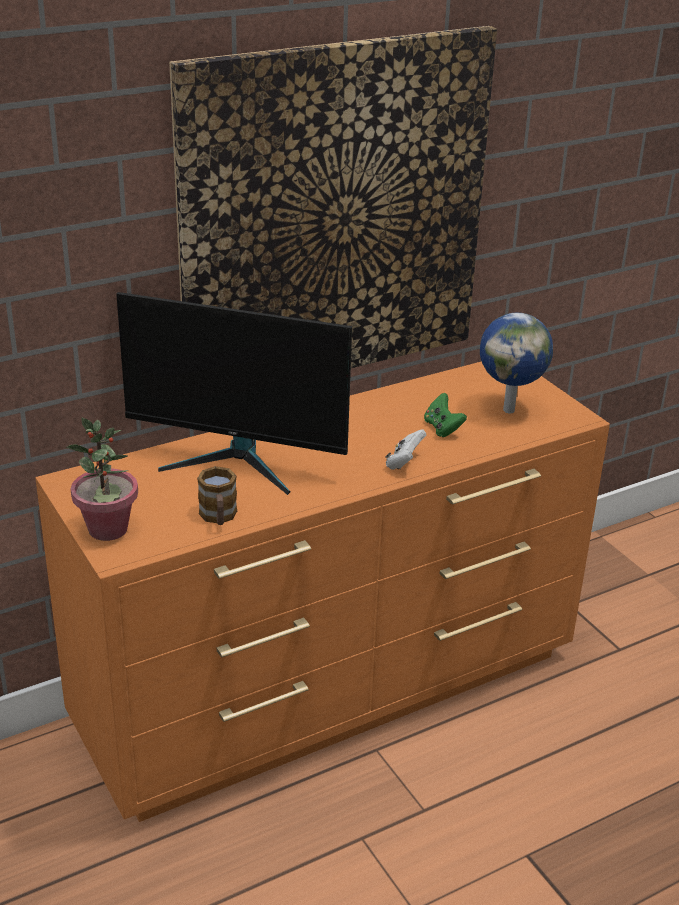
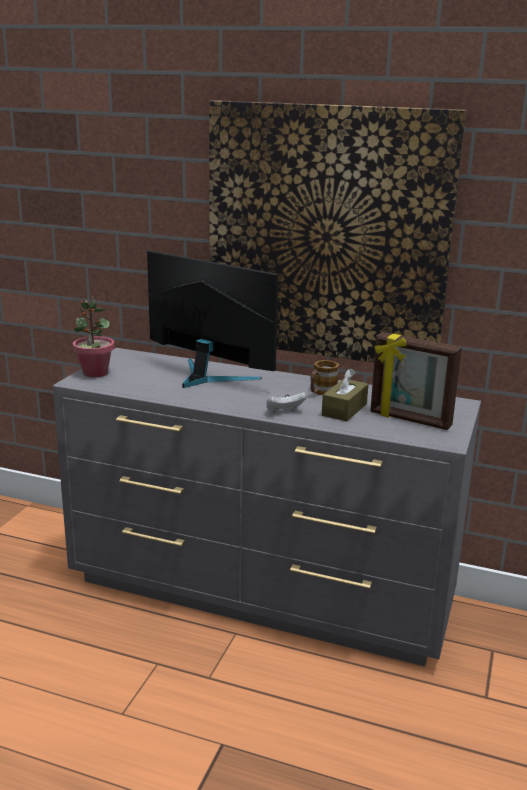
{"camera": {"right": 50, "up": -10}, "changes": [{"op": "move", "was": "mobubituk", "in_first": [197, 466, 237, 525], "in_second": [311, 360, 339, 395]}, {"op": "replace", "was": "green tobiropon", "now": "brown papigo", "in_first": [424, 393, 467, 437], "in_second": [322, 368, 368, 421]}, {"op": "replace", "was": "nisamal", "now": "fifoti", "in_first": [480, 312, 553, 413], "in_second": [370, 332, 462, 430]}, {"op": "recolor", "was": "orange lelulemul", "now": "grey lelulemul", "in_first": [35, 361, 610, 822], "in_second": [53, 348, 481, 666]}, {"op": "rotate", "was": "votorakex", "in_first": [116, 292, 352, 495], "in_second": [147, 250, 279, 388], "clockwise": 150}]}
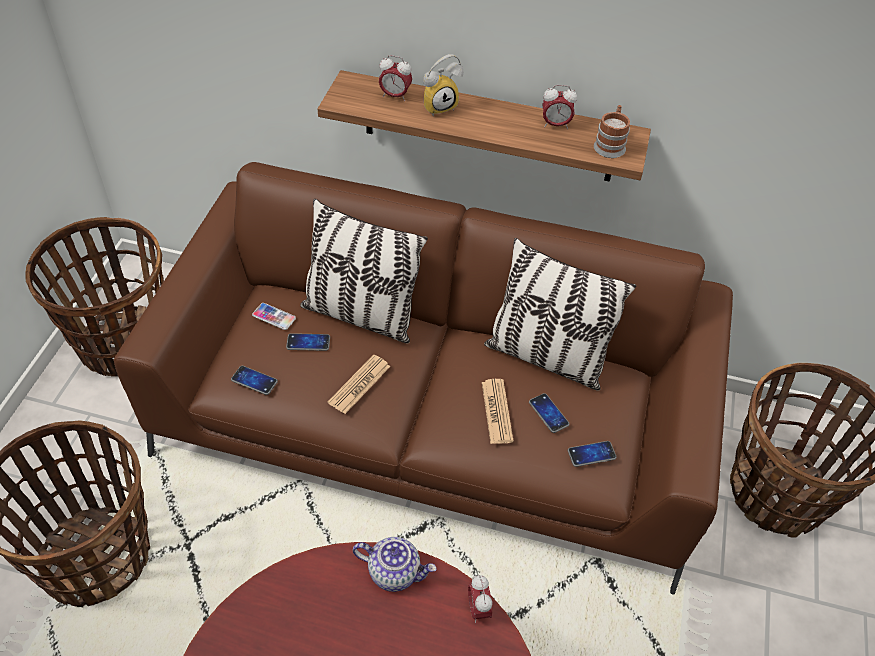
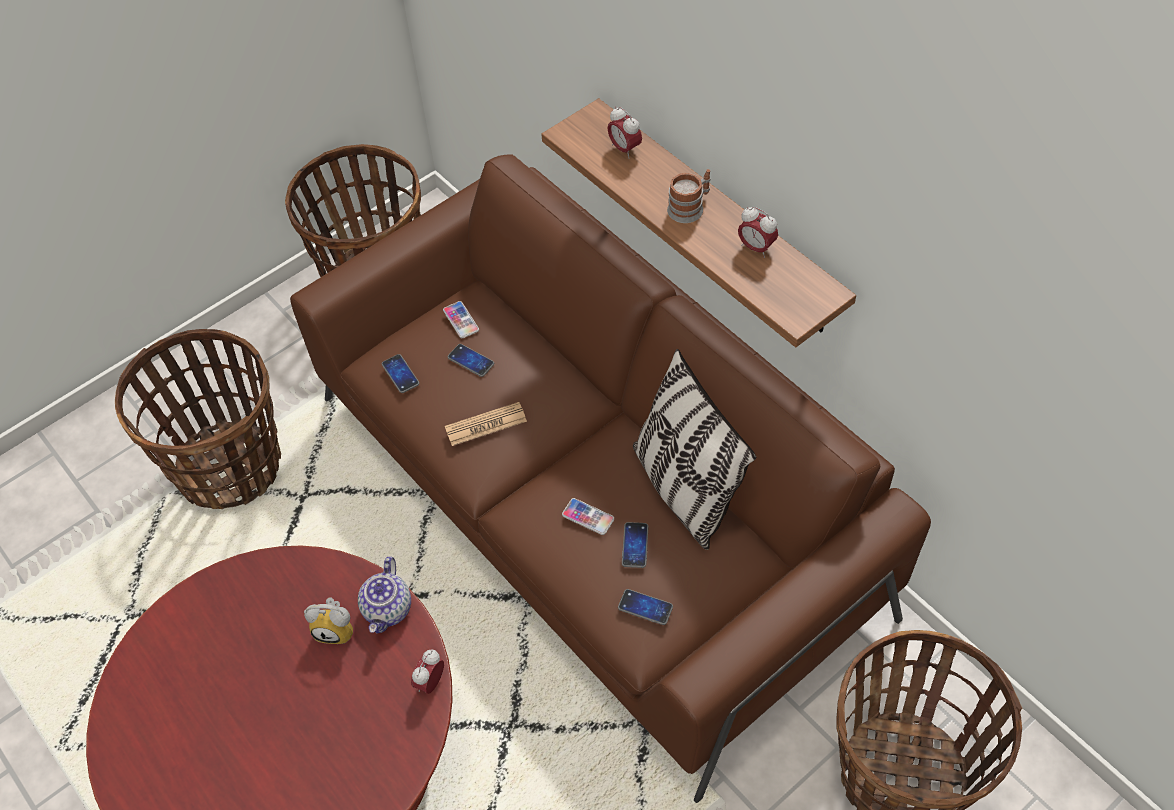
{"camera": {"right": 40, "up": 5}, "changes": [{"op": "delete", "was": "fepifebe", "in_first": [300, 199, 428, 343]}, {"op": "move", "was": "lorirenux", "in_first": [423, 54, 464, 117], "in_second": [304, 597, 353, 644]}, {"op": "move", "was": "mobubituk", "in_first": [594, 105, 630, 158], "in_second": [667, 169, 710, 223]}, {"op": "replace", "was": "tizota", "now": "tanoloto", "in_first": [482, 379, 514, 444], "in_second": [562, 498, 614, 535]}, {"op": "rotate", "was": "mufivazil", "in_first": [353, 537, 437, 592], "in_second": [358, 557, 411, 634], "clockwise": 45}]}
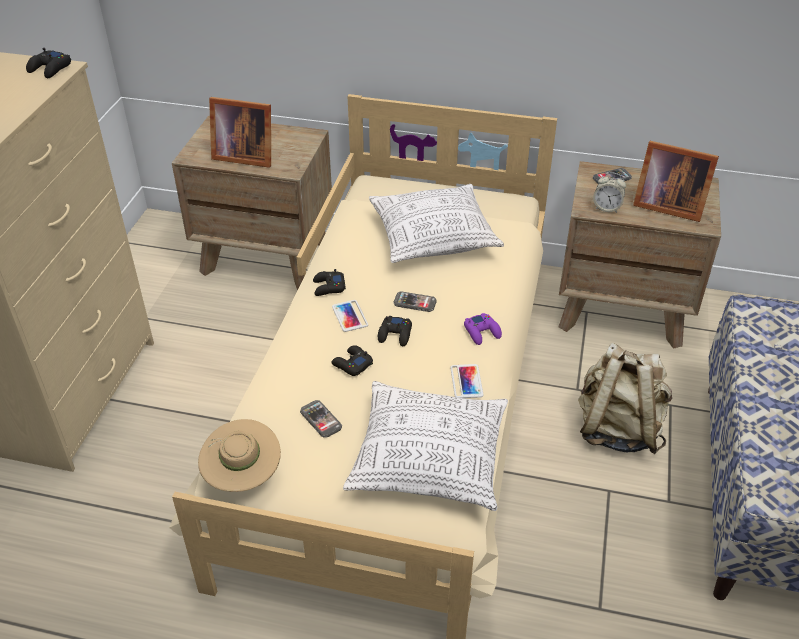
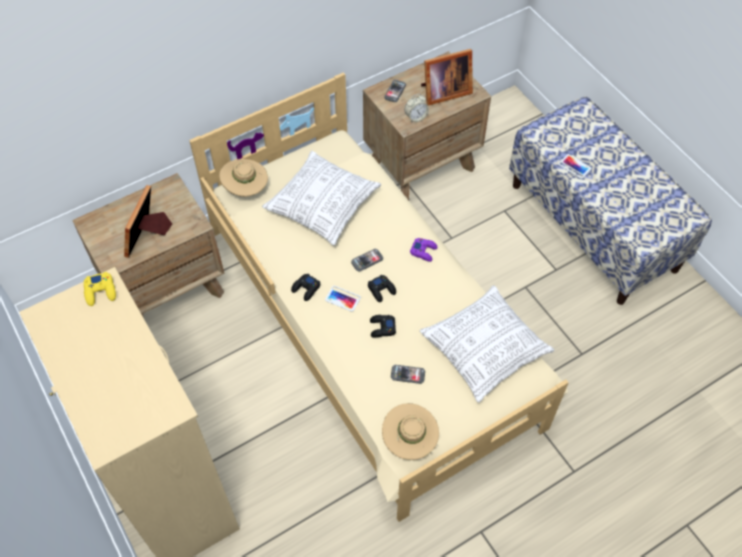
{"camera": {"right": -45, "up": 15}, "changes": [{"op": "delete", "was": "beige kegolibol", "in_first": [578, 343, 672, 454]}, {"op": "insert", "now": "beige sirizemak", "in_second": [219, 159, 268, 197]}, {"op": "move", "was": "tanoloto", "in_first": [450, 364, 484, 398], "in_second": [558, 154, 592, 179]}, {"op": "recolor", "was": "black tobiropon", "now": "yellow tobiropon", "in_first": [26, 48, 71, 78], "in_second": [84, 272, 116, 306]}, {"op": "rotate", "was": "fifoti", "in_first": [209, 97, 271, 168], "in_second": [124, 185, 172, 258], "clockwise": 135}]}
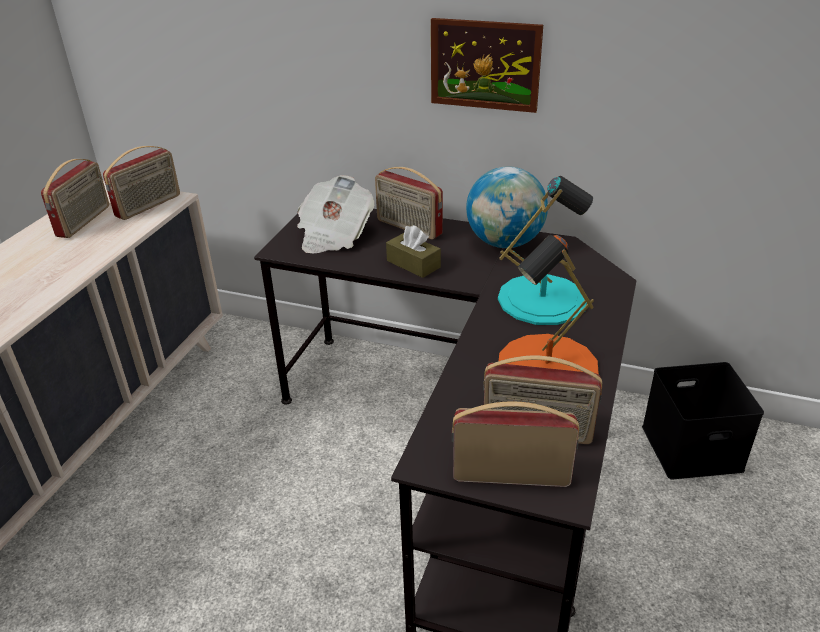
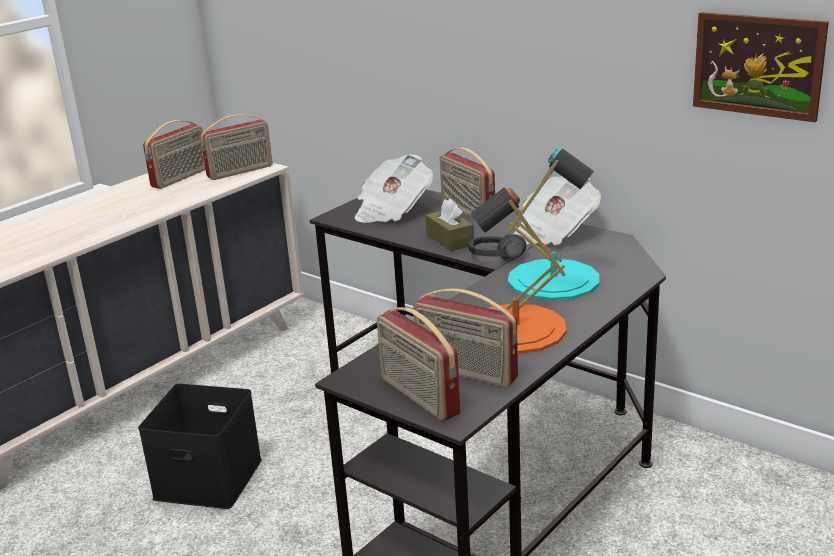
{"camera": {"right": 20, "up": -10}, "changes": [{"op": "insert", "now": "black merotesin", "in_second": [468, 234, 526, 261]}, {"op": "move", "was": "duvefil", "in_first": [431, 18, 543, 113], "in_second": [693, 12, 829, 122]}, {"op": "move", "was": "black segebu", "in_first": [642, 362, 764, 479], "in_second": [138, 383, 262, 509]}, {"op": "replace", "was": "nisamal", "now": "tizota", "in_first": [466, 166, 548, 248], "in_second": [514, 176, 601, 245]}, {"op": "rotate", "was": "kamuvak", "in_first": [452, 401, 579, 487], "in_second": [377, 307, 460, 421], "clockwise": -150}]}
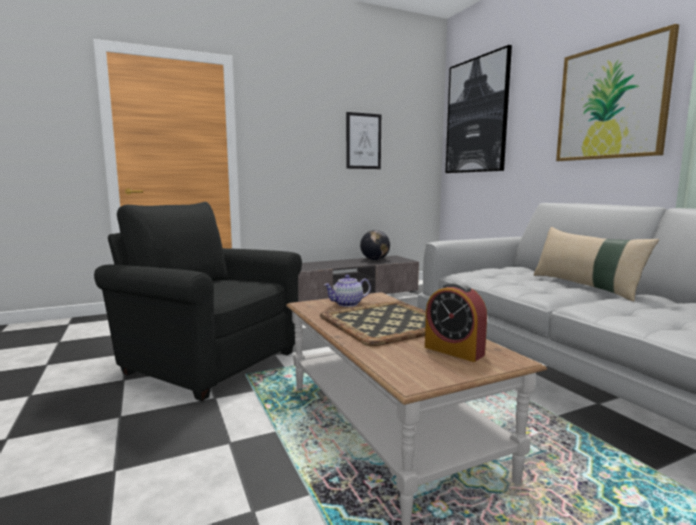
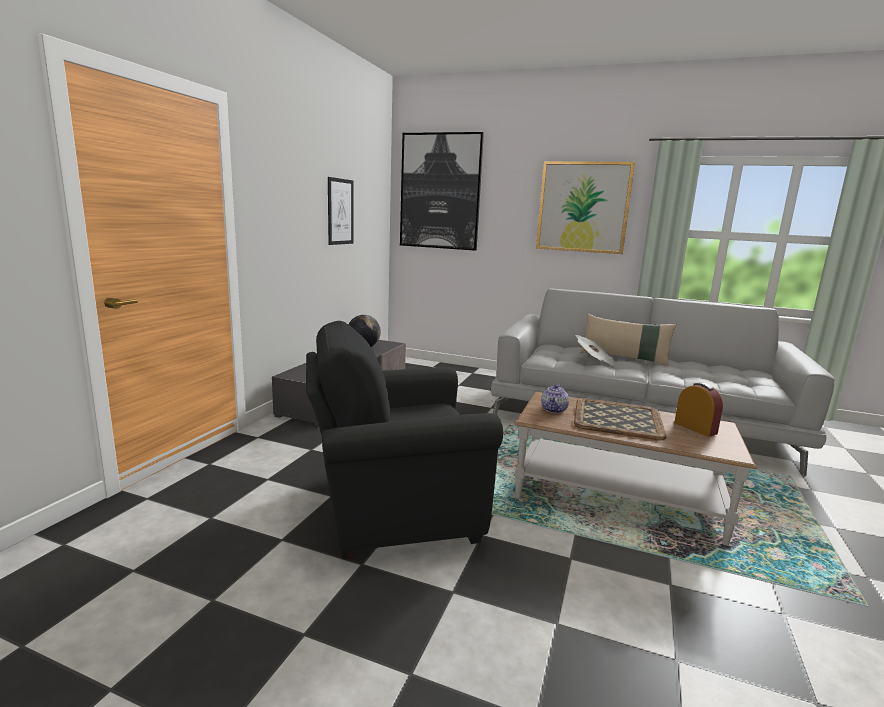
{"camera": {"right": -45, "up": 5}, "changes": [{"op": "insert", "now": "tizota", "in_second": [575, 335, 616, 367]}, {"op": "rotate", "was": "lorirenux", "in_first": [425, 282, 487, 362], "in_second": [674, 382, 723, 437], "clockwise": -120}]}
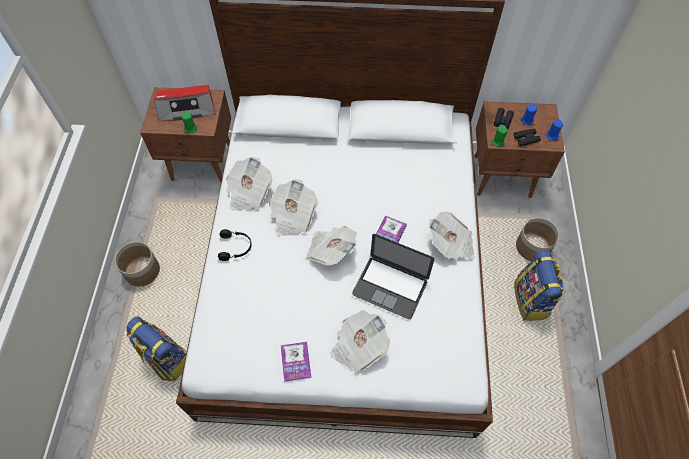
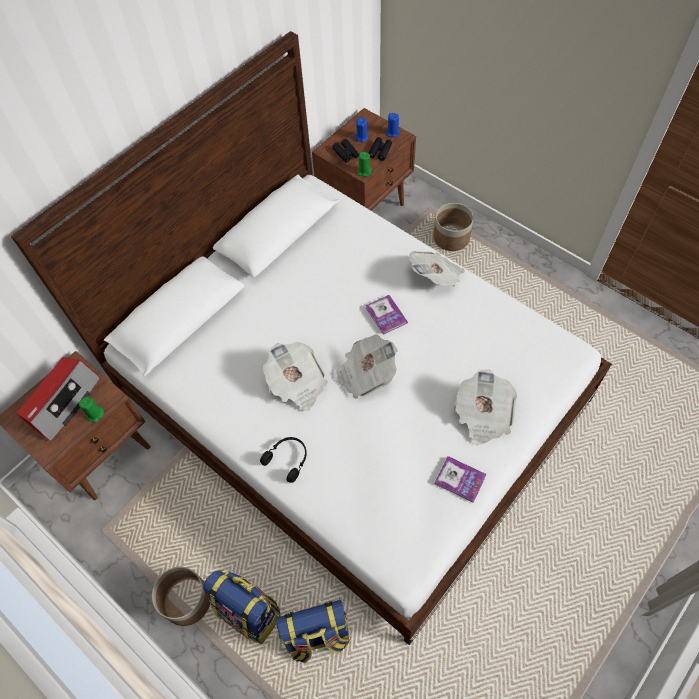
{"camera": {"right": -50, "up": 0}, "changes": [{"op": "delete", "was": "tizota", "in_first": [226, 157, 272, 211]}, {"op": "delete", "was": "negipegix", "in_first": [352, 234, 434, 319]}, {"op": "move", "was": "kegolibol", "in_first": [514, 251, 563, 321], "in_second": [203, 569, 280, 644]}]}
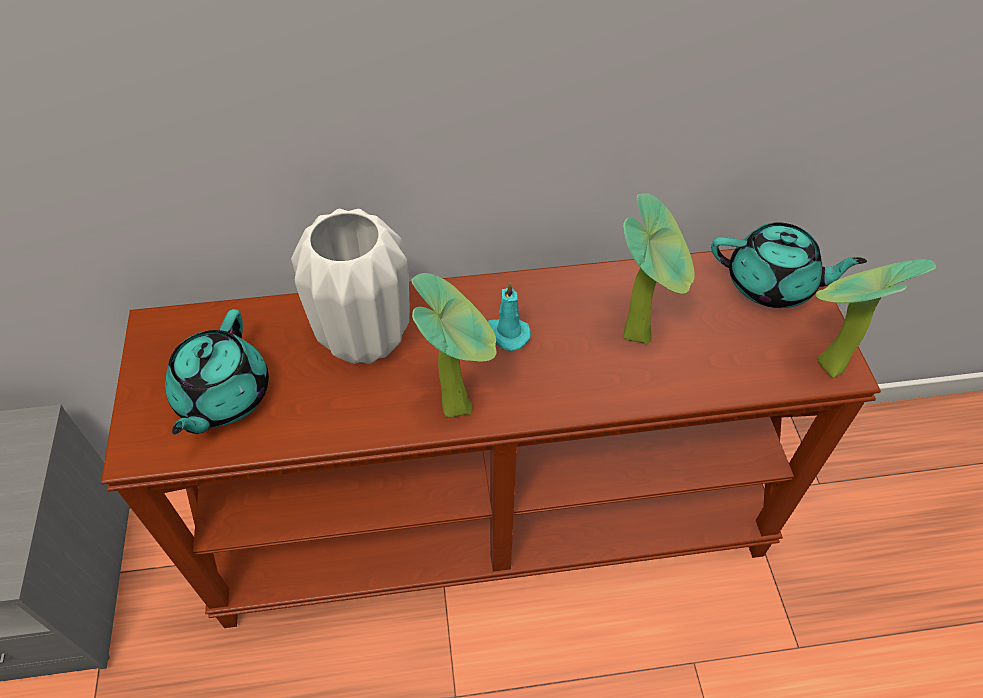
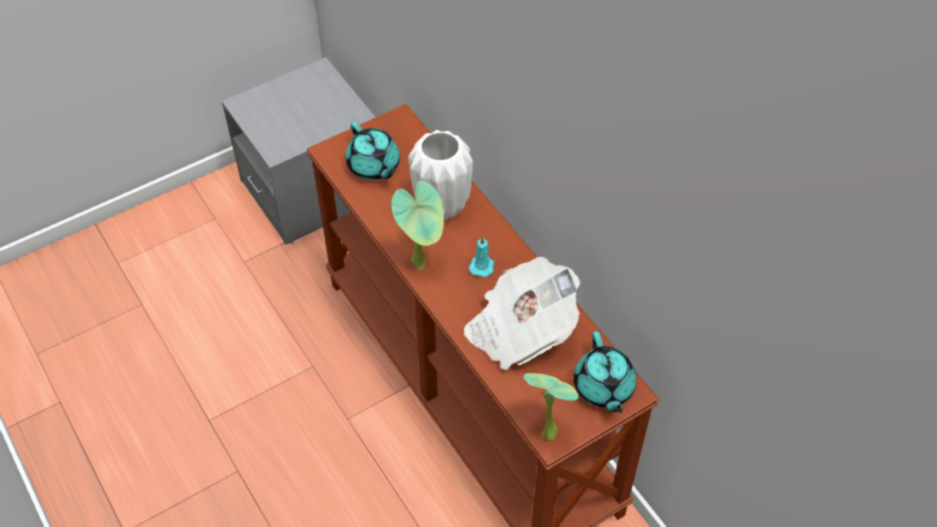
{"camera": {"right": 65, "up": 0}, "changes": [{"op": "replace", "was": "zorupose", "now": "tizota", "in_first": [623, 193, 695, 345], "in_second": [464, 257, 580, 370]}, {"op": "rotate", "was": "turquoise mufivazil", "in_first": [165, 309, 269, 435], "in_second": [345, 122, 400, 180], "clockwise": -105}]}
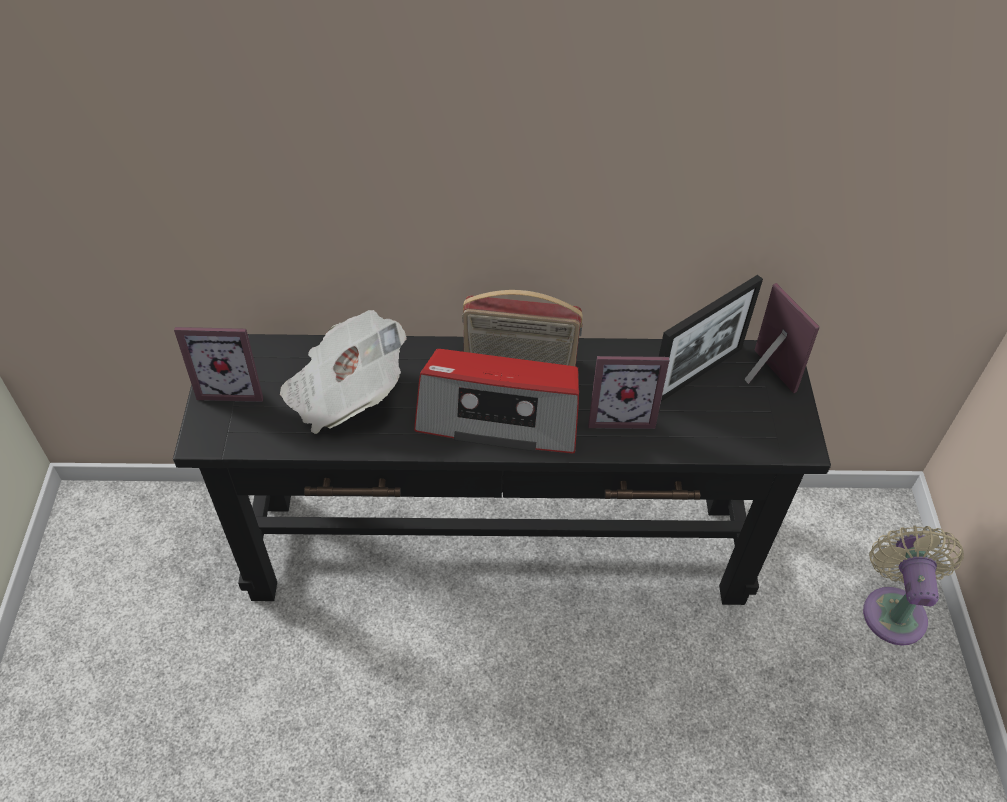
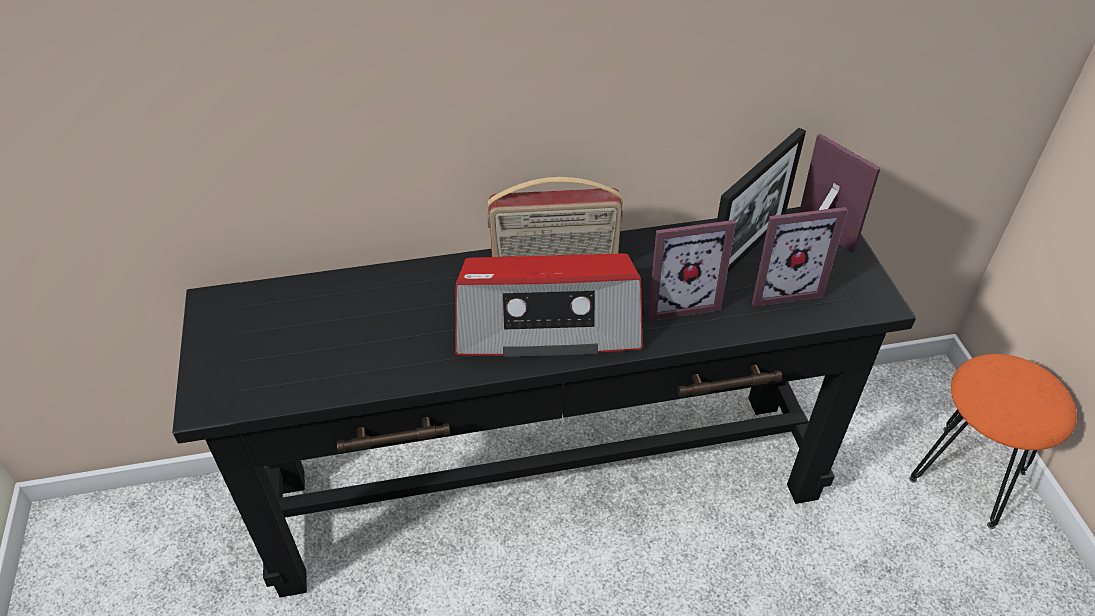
{"camera": {"right": -10, "up": -5}, "changes": [{"op": "delete", "was": "tizota", "in_first": [280, 310, 407, 434]}, {"op": "move", "was": "fifoti", "in_first": [174, 327, 263, 402], "in_second": [752, 207, 848, 307]}, {"op": "replace", "was": "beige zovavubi", "now": "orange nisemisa", "in_first": [863, 526, 964, 646], "in_second": [909, 354, 1077, 529]}]}
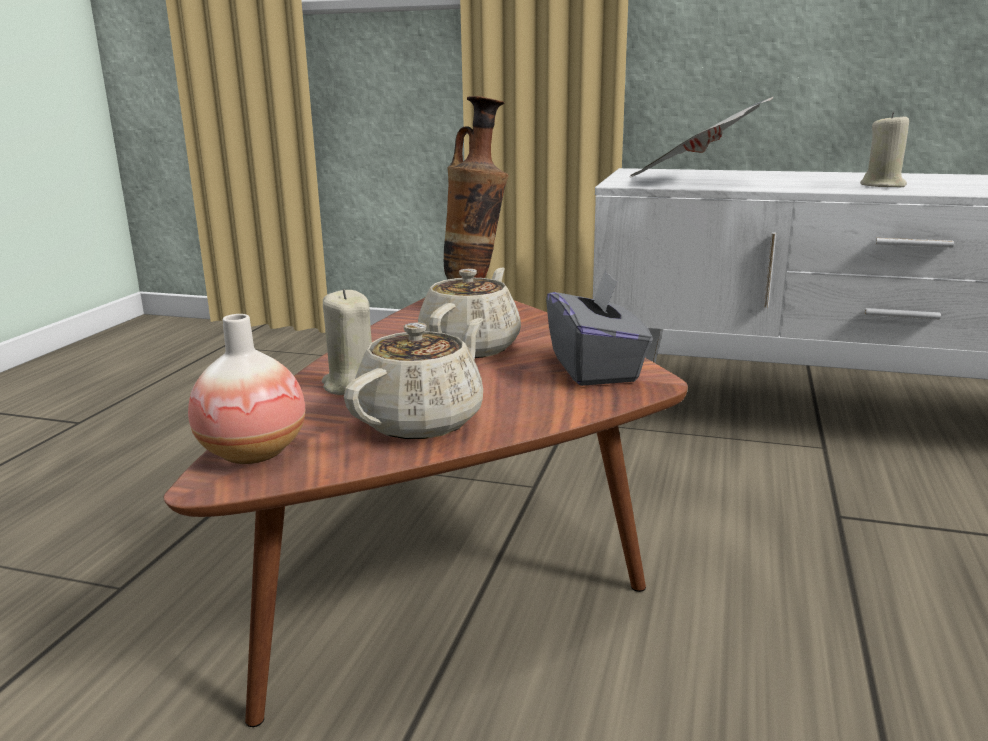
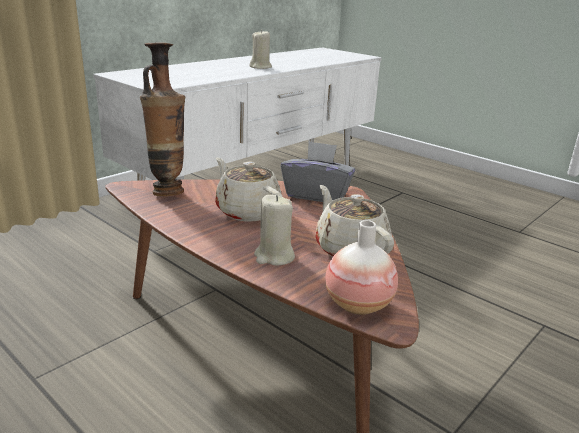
{"camera": {"right": -65, "up": 5}, "changes": [{"op": "delete", "was": "tizota", "in_first": [630, 97, 774, 178]}]}
